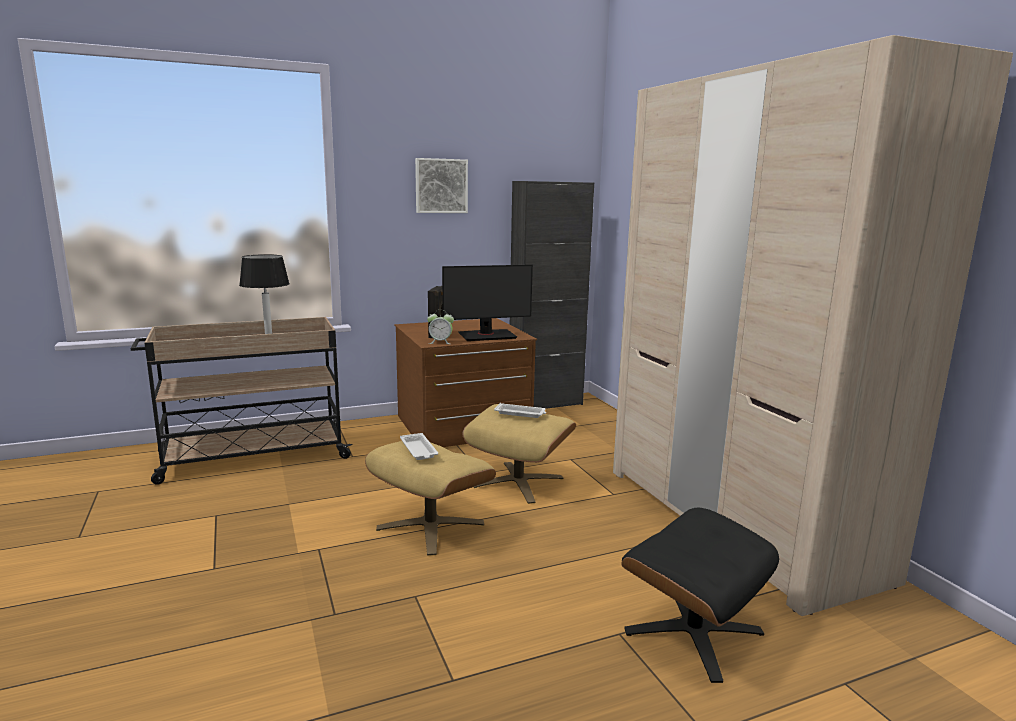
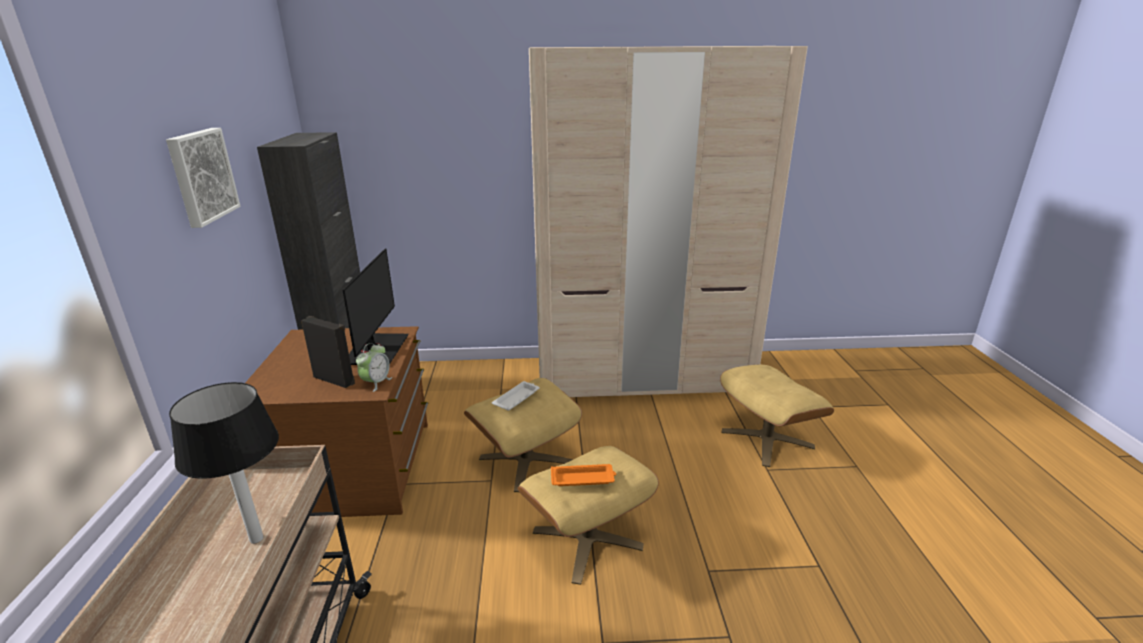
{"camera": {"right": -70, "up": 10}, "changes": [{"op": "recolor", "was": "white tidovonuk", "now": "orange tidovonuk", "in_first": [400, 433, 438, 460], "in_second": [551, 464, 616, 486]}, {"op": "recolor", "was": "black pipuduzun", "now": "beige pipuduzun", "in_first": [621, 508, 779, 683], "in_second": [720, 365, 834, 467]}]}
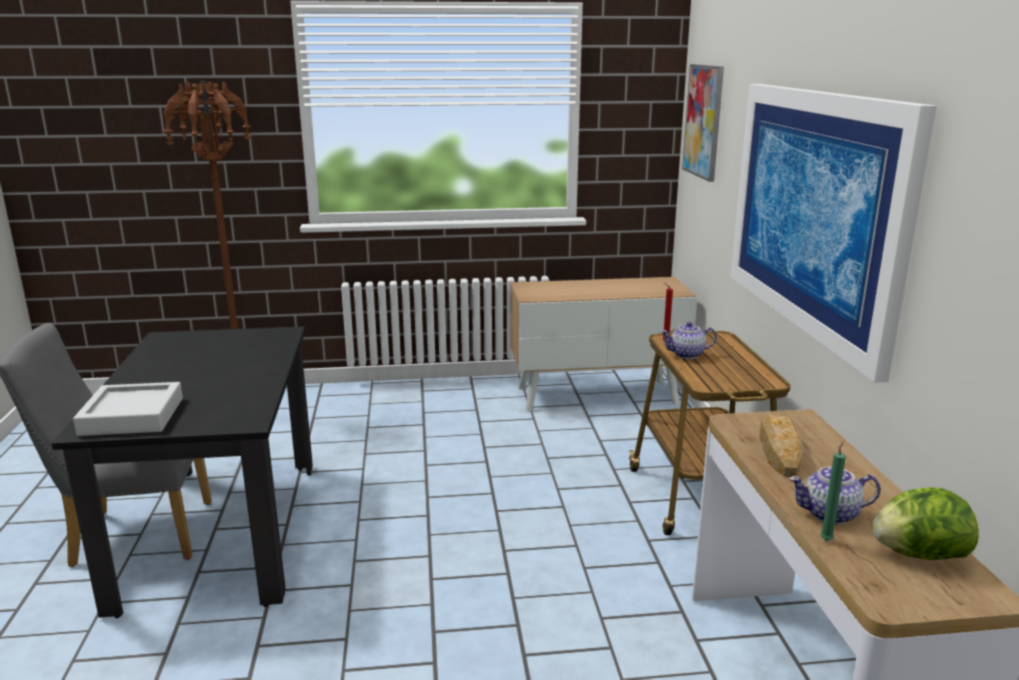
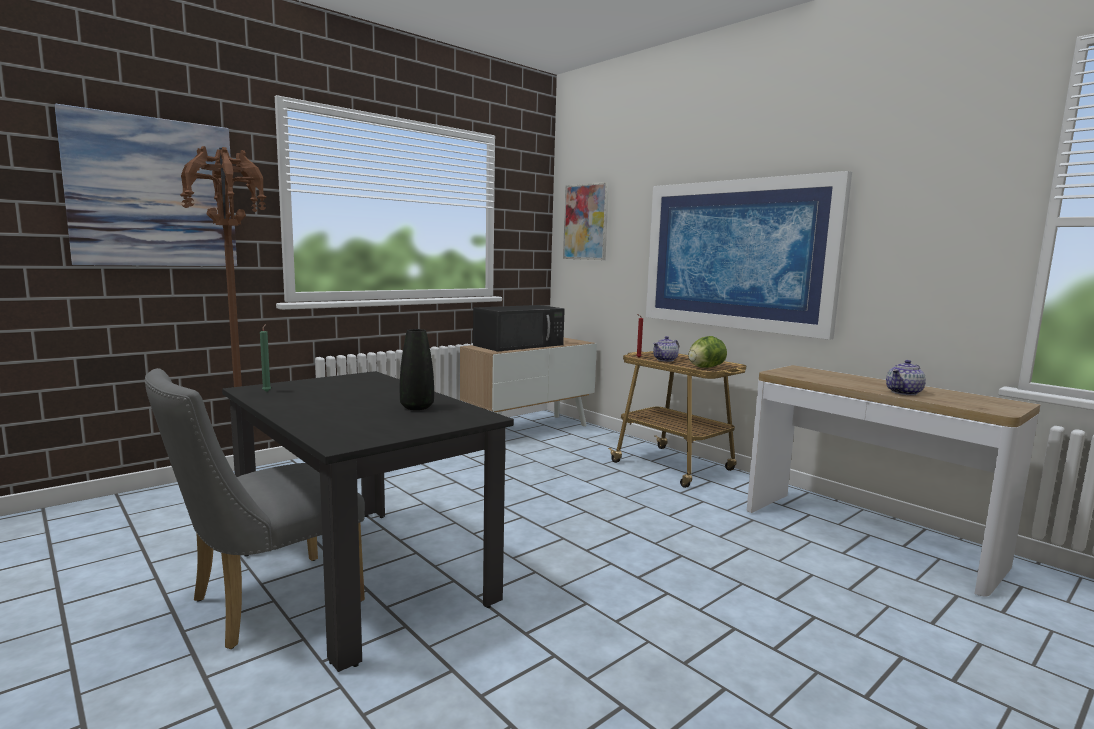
{"camera": {"right": -35, "up": -10}, "changes": [{"op": "delete", "was": "grey tidovonuk", "in_first": [73, 382, 183, 436]}, {"op": "delete", "was": "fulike", "in_first": [759, 415, 803, 477]}, {"op": "insert", "now": "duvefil", "in_second": [54, 104, 237, 266]}, {"op": "insert", "now": "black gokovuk", "in_second": [400, 329, 434, 410]}, {"op": "insert", "now": "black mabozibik", "in_second": [473, 305, 565, 352]}, {"op": "move", "was": "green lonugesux", "in_first": [820, 441, 846, 541], "in_second": [260, 324, 271, 392]}, {"op": "move", "was": "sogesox", "in_first": [872, 487, 979, 560], "in_second": [688, 336, 727, 368]}]}
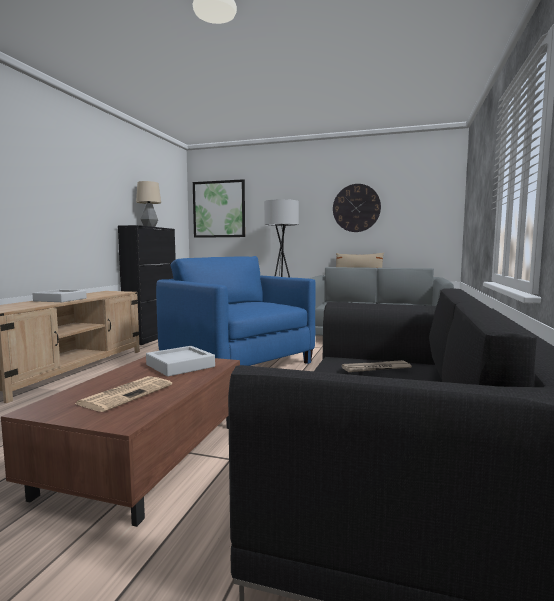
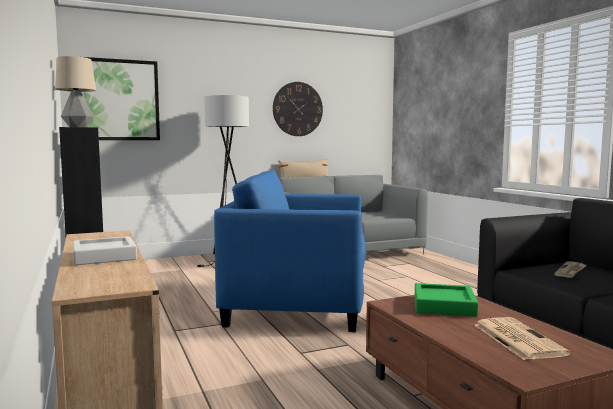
{"camera": {"right": -40, "up": 0}, "changes": [{"op": "recolor", "was": "grey tidovonuk", "now": "green tidovonuk", "in_first": [146, 346, 215, 377], "in_second": [415, 283, 478, 317]}]}
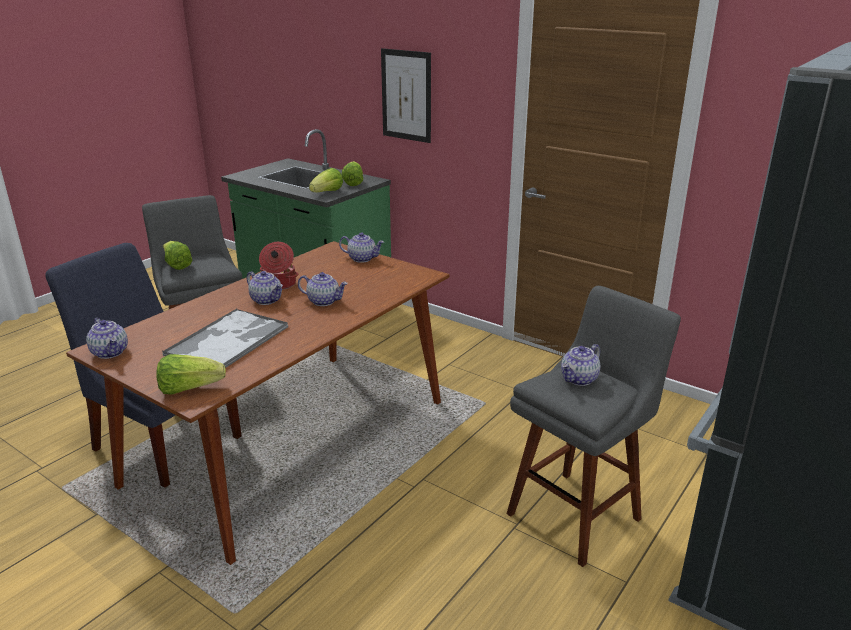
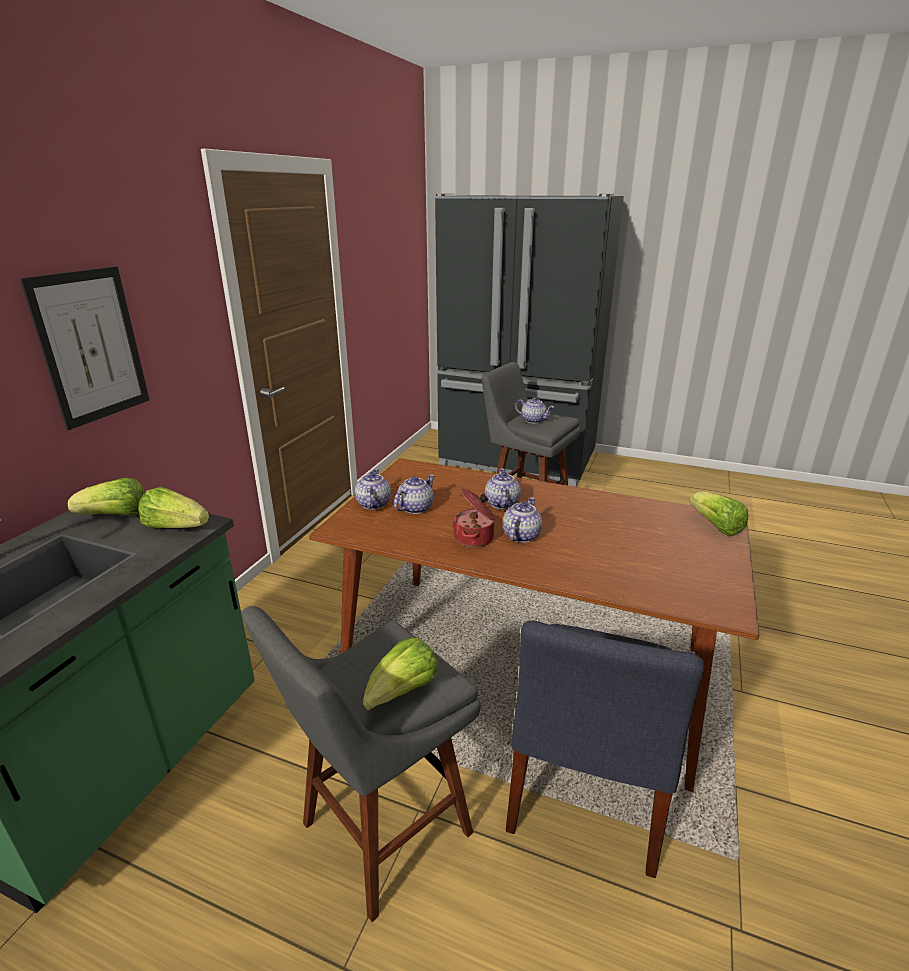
{"camera": {"right": -105, "up": 0}, "changes": [{"op": "delete", "was": "tidovonuk", "in_first": [162, 308, 288, 368]}, {"op": "move", "was": "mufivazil", "in_first": [86, 318, 128, 359], "in_second": [394, 475, 435, 514]}]}
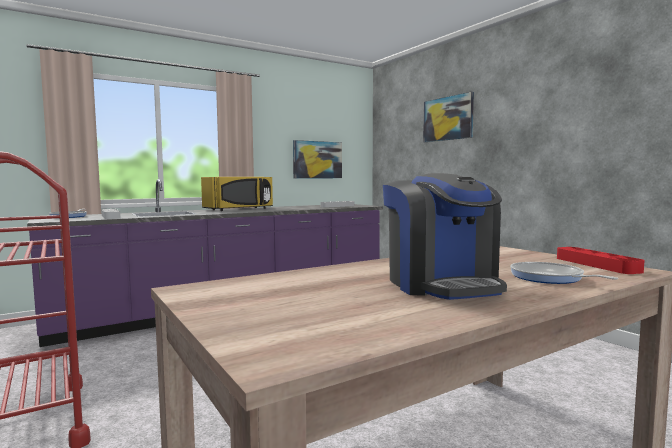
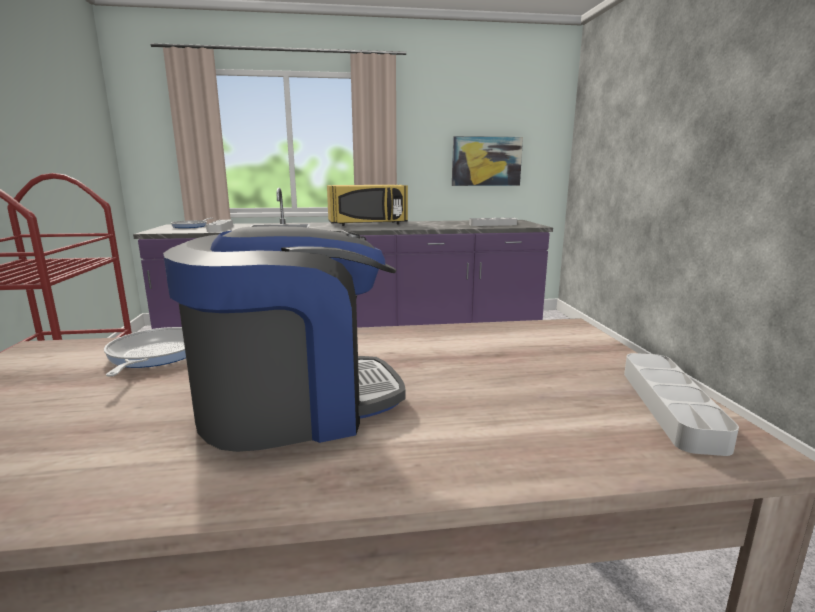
{"camera": {"right": 25, "up": 10}, "changes": [{"op": "delete", "was": "duvefil", "in_first": [423, 92, 474, 142]}, {"op": "move", "was": "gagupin", "in_first": [510, 262, 618, 284], "in_second": [104, 327, 186, 377]}, {"op": "recolor", "was": "red tidovonuk", "now": "grey tidovonuk", "in_first": [557, 247, 644, 274], "in_second": [624, 353, 739, 456]}, {"op": "rotate", "was": "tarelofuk", "in_first": [383, 173, 507, 300], "in_second": [163, 226, 406, 452], "clockwise": -120}]}
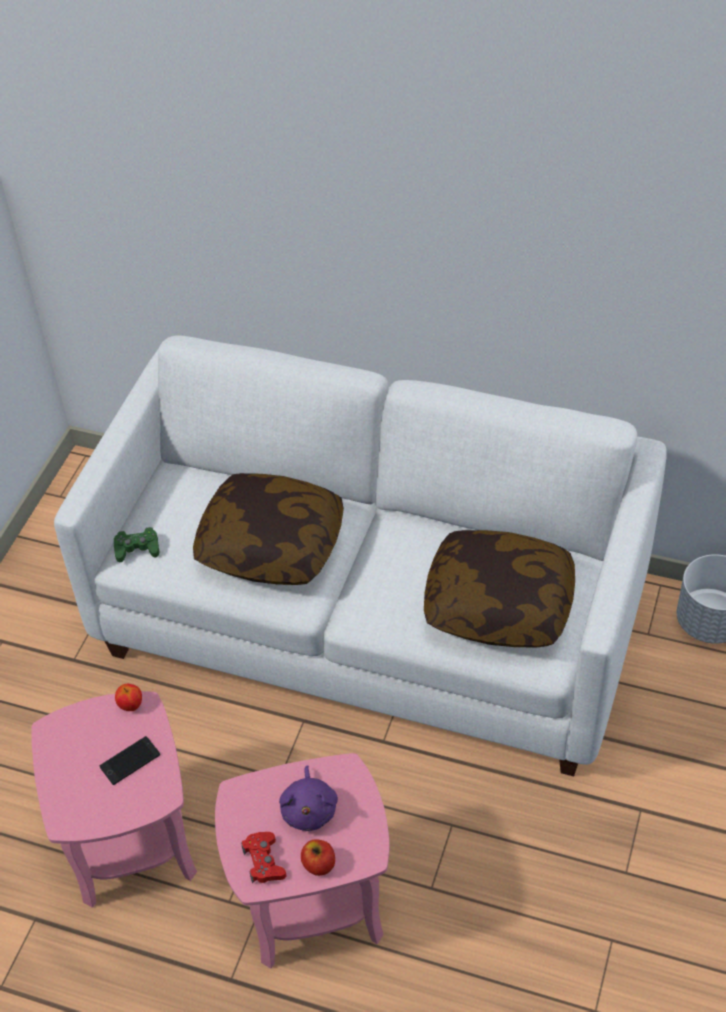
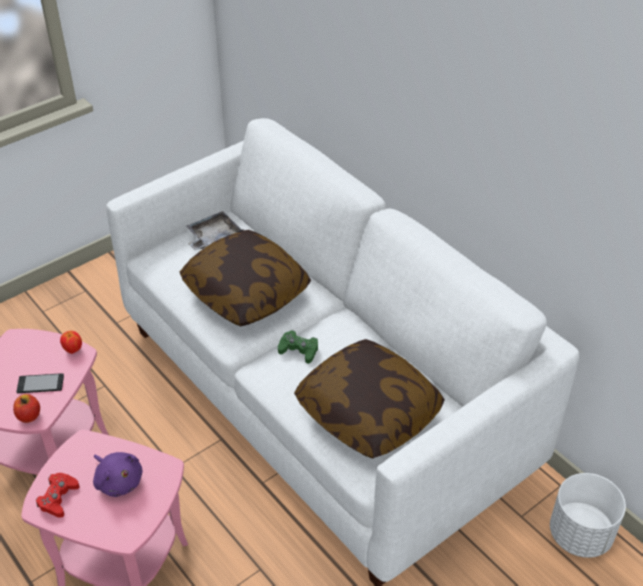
{"camera": {"right": 30, "up": -5}, "changes": [{"op": "insert", "now": "grey tidovonuk", "in_second": [186, 211, 244, 250]}, {"op": "move", "was": "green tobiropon", "in_first": [114, 527, 159, 562], "in_second": [278, 330, 318, 364]}, {"op": "move", "was": "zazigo", "in_first": [301, 839, 335, 876], "in_second": [13, 394, 40, 423]}, {"op": "rotate", "was": "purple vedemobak", "in_first": [279, 765, 338, 831], "in_second": [93, 452, 143, 497], "clockwise": -75}]}
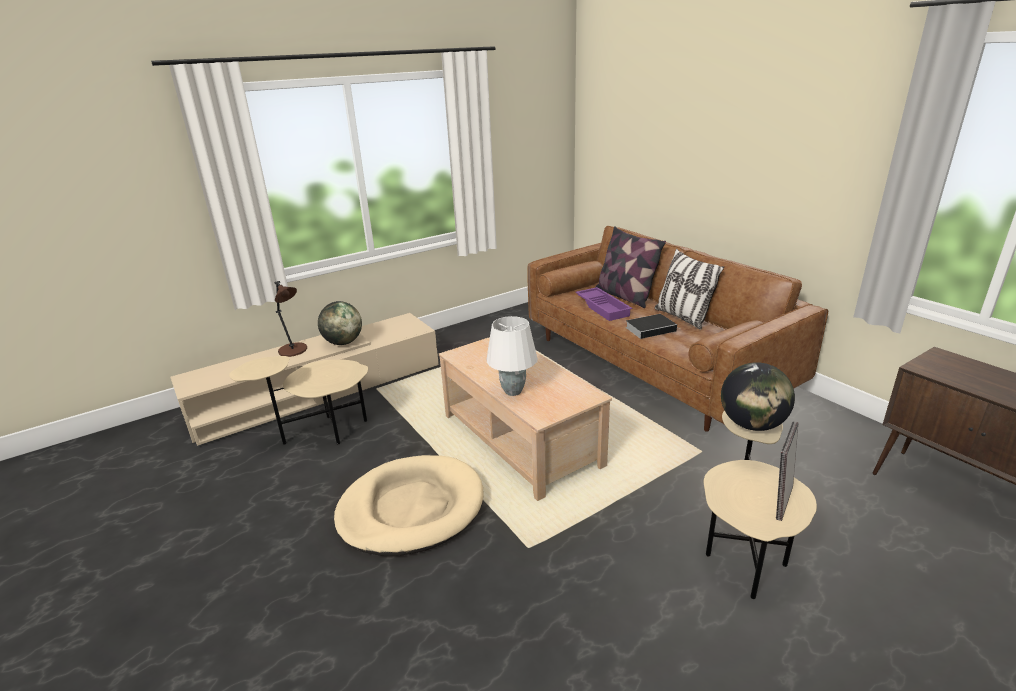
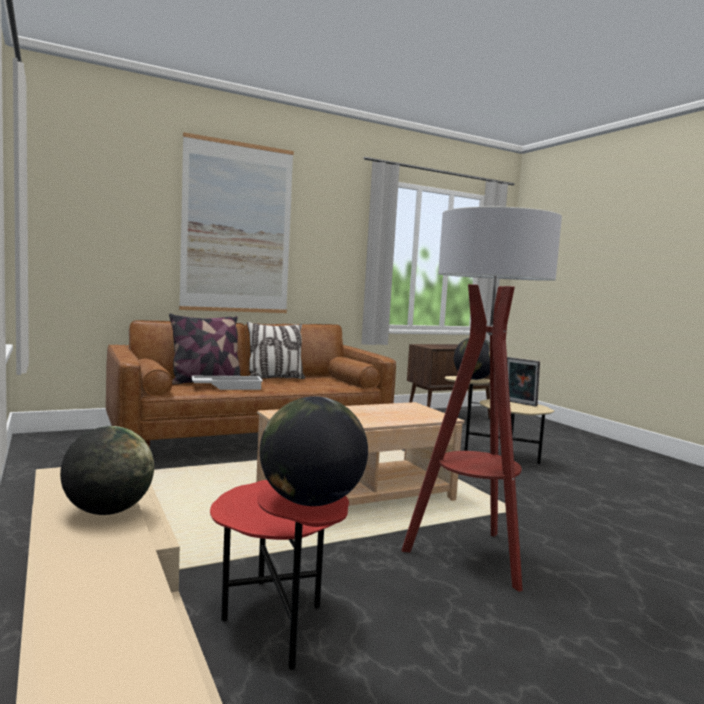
{"camera": {"right": -85, "up": -20}, "changes": [{"op": "delete", "was": "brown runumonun", "in_first": [274, 281, 307, 357]}, {"op": "delete", "was": "white runumonun", "in_first": [487, 316, 538, 396]}, {"op": "delete", "was": "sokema", "in_first": [626, 314, 682, 339]}, {"op": "insert", "now": "duvefil", "in_second": [179, 132, 294, 313]}, {"op": "insert", "now": "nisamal", "in_second": [260, 396, 368, 506]}, {"op": "replace", "was": "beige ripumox", "now": "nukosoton", "in_first": [334, 455, 484, 556], "in_second": [402, 207, 562, 592]}, {"op": "recolor", "was": "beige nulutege", "now": "red nulutege", "in_first": [229, 356, 368, 445], "in_second": [210, 480, 349, 670]}, {"op": "recolor", "was": "purple tidovonuk", "now": "white tidovonuk", "in_first": [576, 287, 632, 321], "in_second": [191, 376, 263, 390]}]}
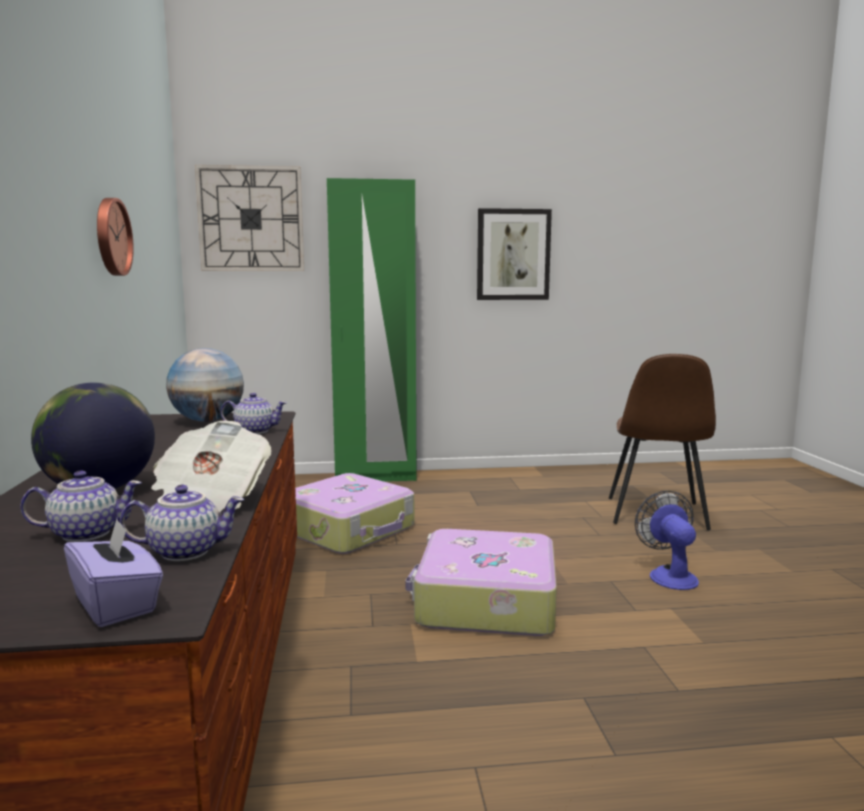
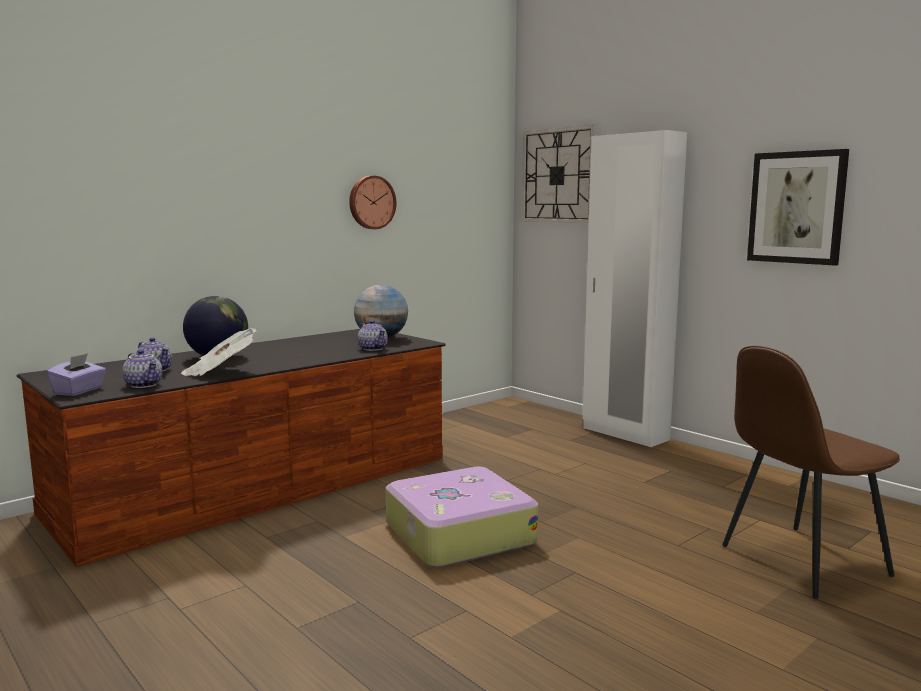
{"camera": {"right": 55, "up": 0}, "changes": [{"op": "delete", "was": "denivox", "in_first": [295, 473, 414, 554]}, {"op": "delete", "was": "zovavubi", "in_first": [635, 490, 699, 590]}, {"op": "recolor", "was": "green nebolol", "now": "white nebolol", "in_first": [327, 178, 417, 482], "in_second": [583, 130, 687, 447]}]}
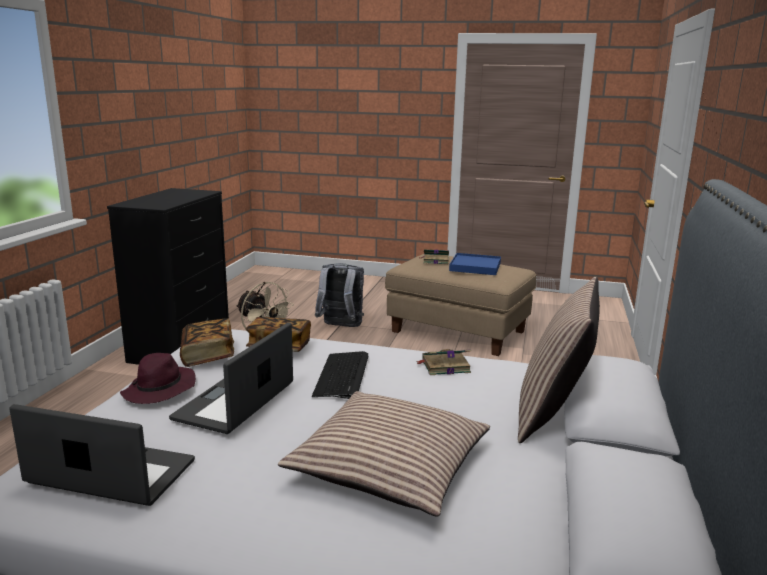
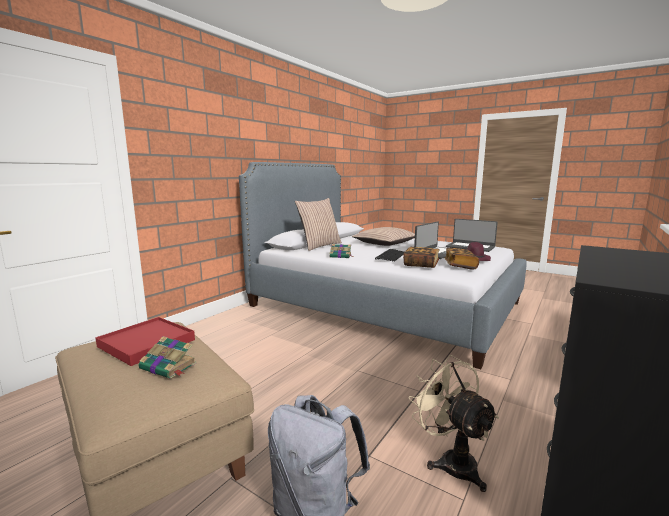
{"camera": {"right": -160, "up": -5}, "changes": [{"op": "recolor", "was": "blue tidovonuk", "now": "red tidovonuk", "in_first": [449, 253, 501, 275], "in_second": [95, 317, 195, 366]}]}
